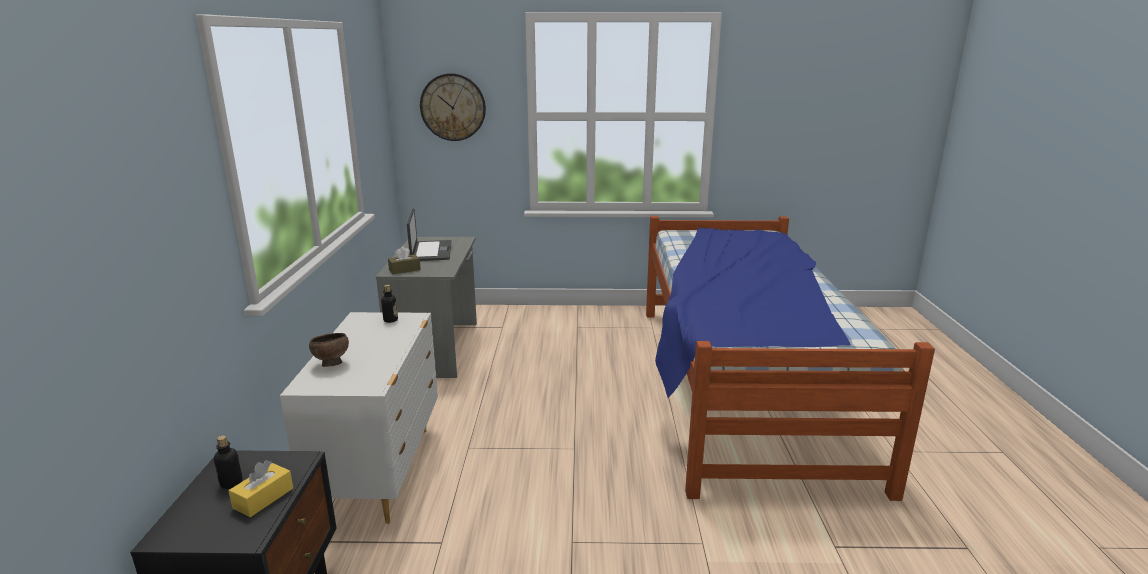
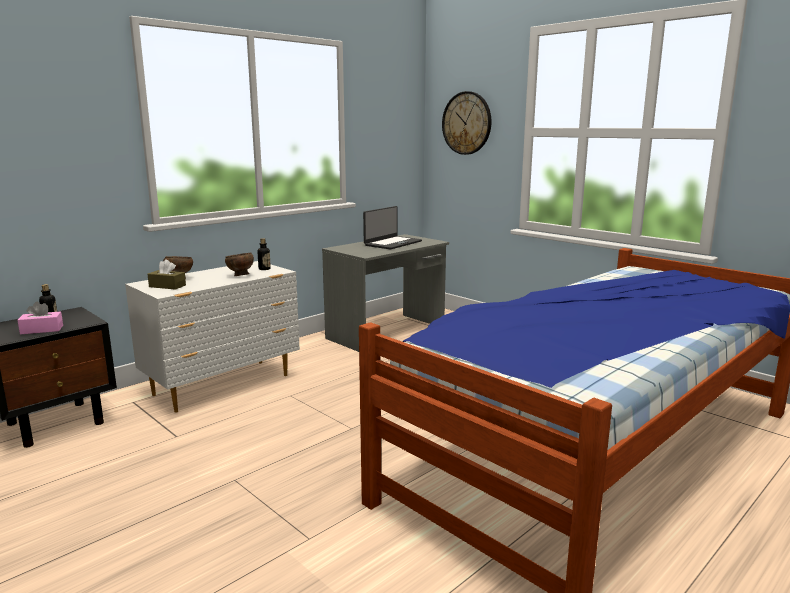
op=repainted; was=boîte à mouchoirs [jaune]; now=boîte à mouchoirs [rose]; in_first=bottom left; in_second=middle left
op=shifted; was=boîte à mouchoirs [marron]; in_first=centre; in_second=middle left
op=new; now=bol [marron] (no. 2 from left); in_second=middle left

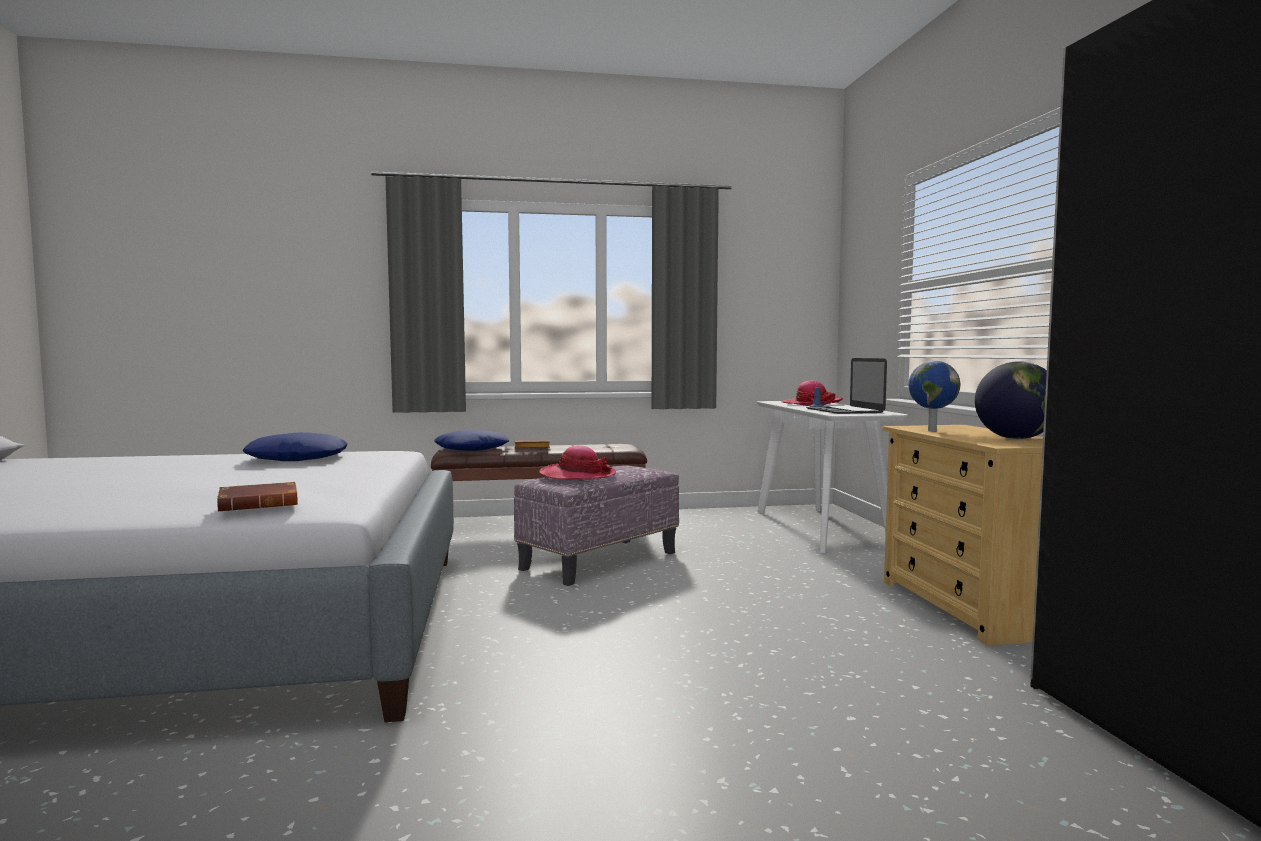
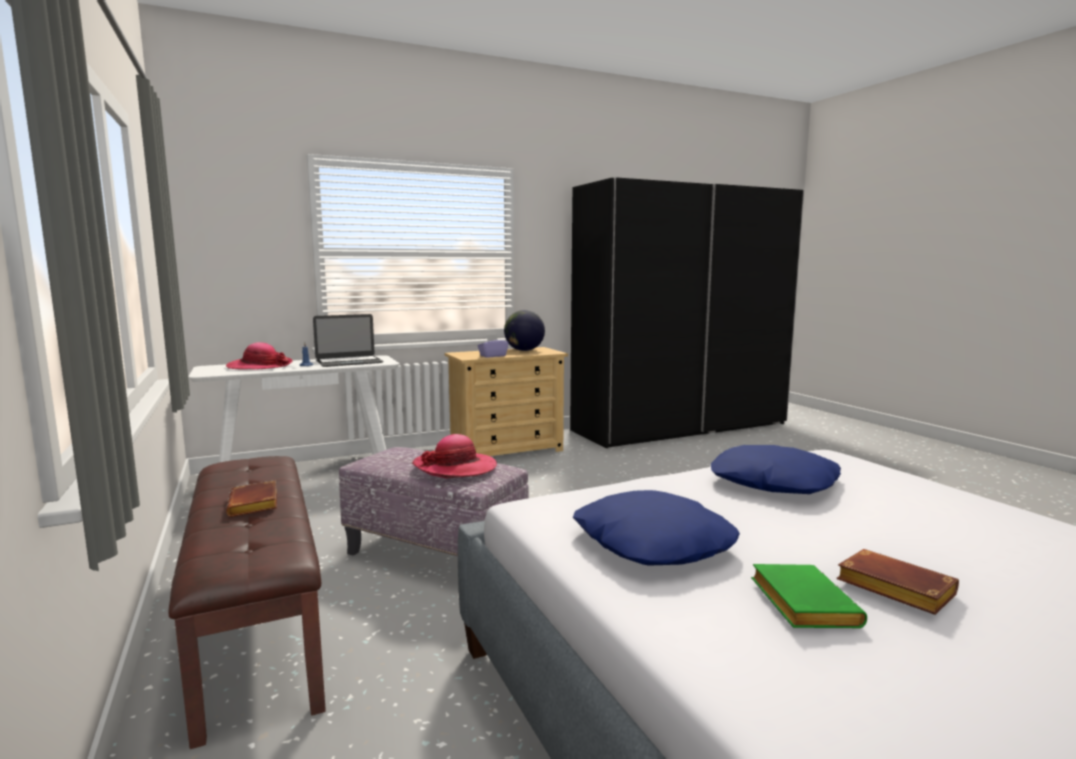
op=shifted; was=livre [marron] (no. 1 from left in the first image); now=livre [marron] (no. 2 from left); in_first=middle left; in_second=bottom right
op=shifted; was=coussin [bleu] (no. 2 from left); in_first=centre; in_second=middle right
op=swapped; was=globe (no. 1 from left); now=boîte à mouchoirs [violet]; in_first=middle right; in_second=centre
op=new; now=livre [vert]; in_second=bottom right

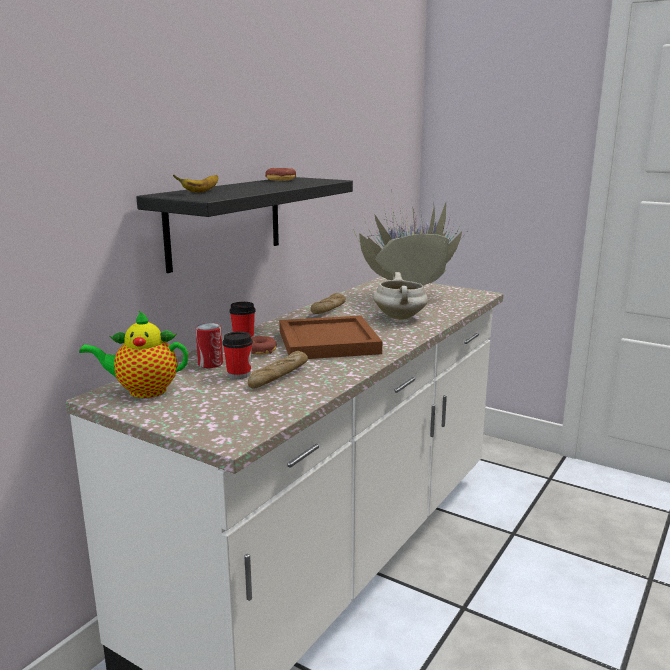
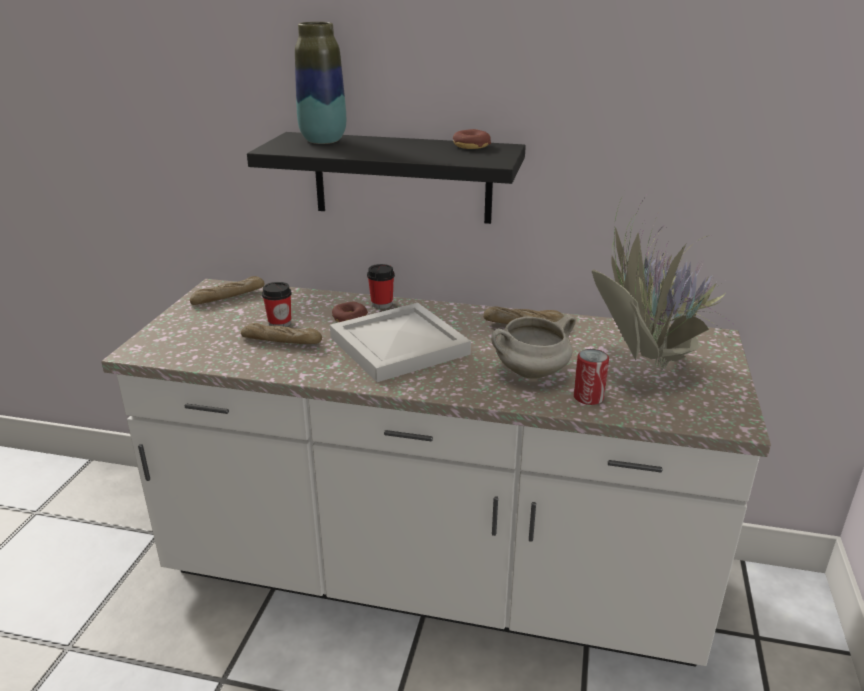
op=swapped; was=théière; now=pain (no. 1 from left); in_first=middle left; in_second=middle left
op=swapped; was=banane; now=vase; in_first=top left; in_second=top centre
op=shifted; was=boîte métallique; in_first=middle left; in_second=middle right
op=repainted; was=plateau [marron]; now=plateau [blanc]; in_first=centre; in_second=centre

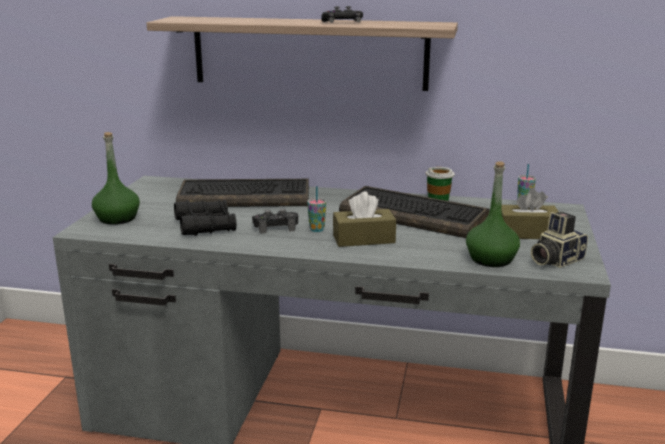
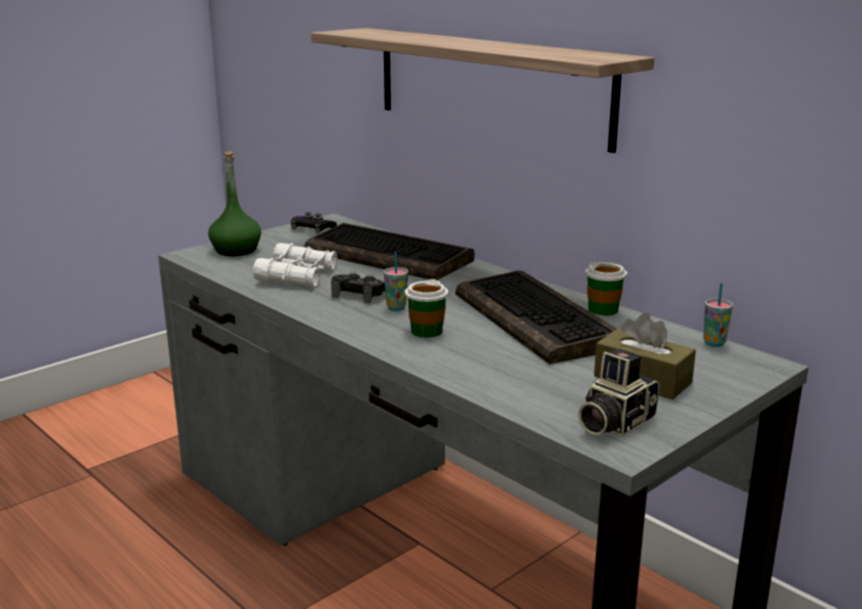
op=repainted; was=jumelles [noir]; now=jumelles [blanc]; in_first=middle left; in_second=centre
op=shifted; was=manette [noir] (no. 2 from left in the first image); now=manette [noir] (no. 1 from left); in_first=top centre; in_second=centre
op=swapped; was=boîte à mouchoirs [marron] (no. 1 from left); now=tasse (no. 2 from left); in_first=centre; in_second=centre
op=gone; was=bouteille [vert] (no. 2 from left); in_first=middle right
op=rotated; was=appareil photo; in_first=middle right; in_second=middle right; clockwise=-45

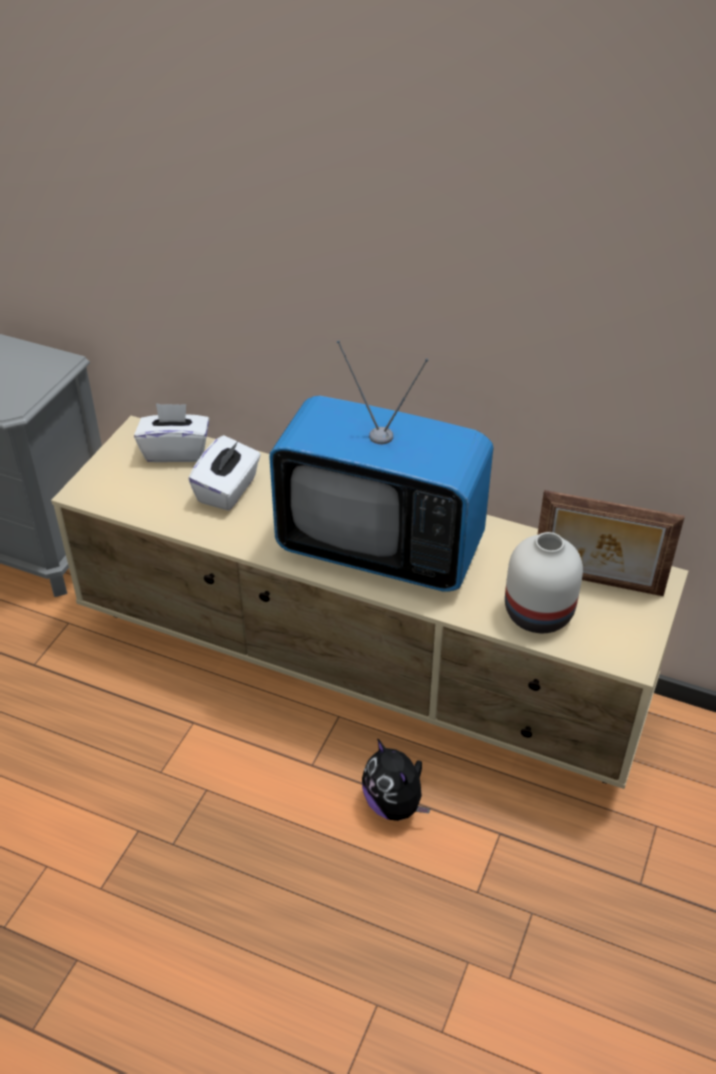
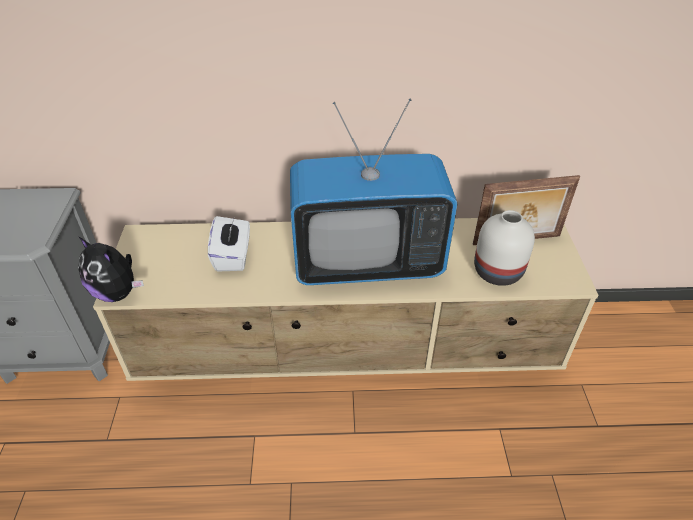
op=gone; was=boîte à mouchoirs [blanc] (no. 1 from left); in_first=middle left
op=shifted; was=peluche; in_first=bottom centre; in_second=middle left

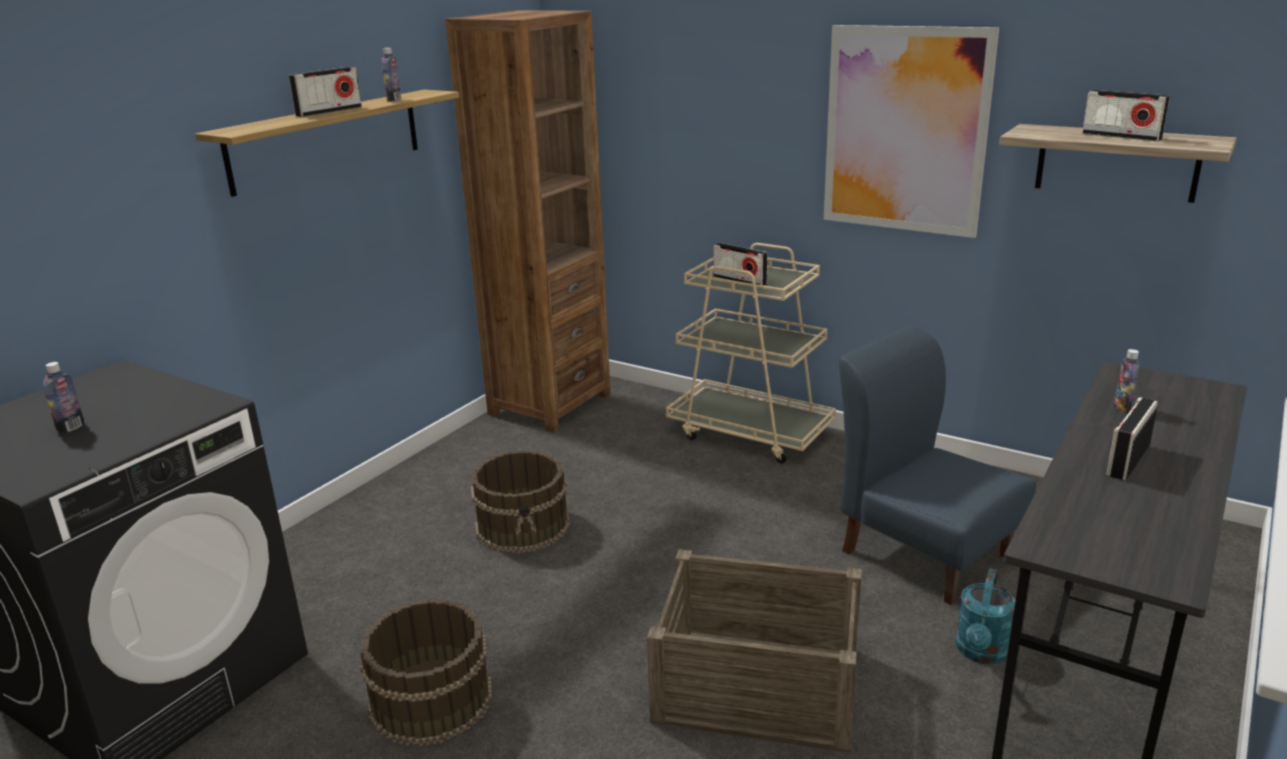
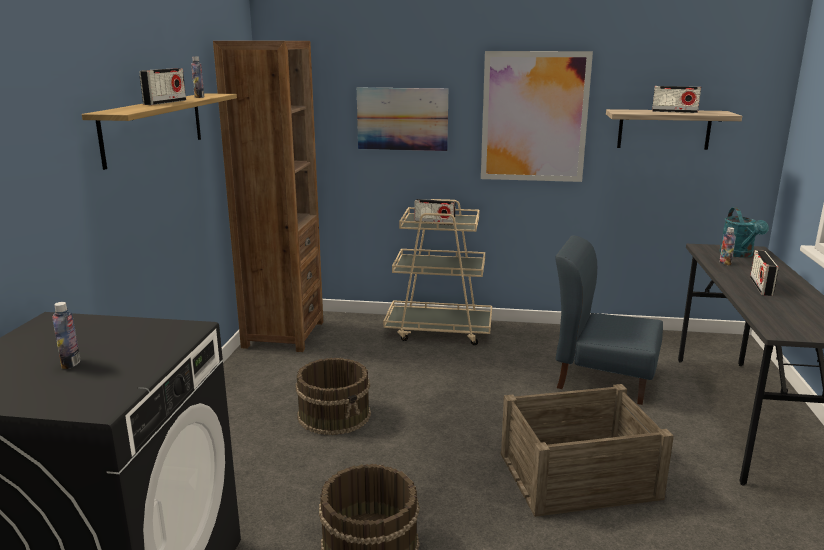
op=shifted; was=arrosoir [turquoise]; in_first=bottom right; in_second=middle right
op=new; now=tableau (no. 1 from left); in_second=top centre

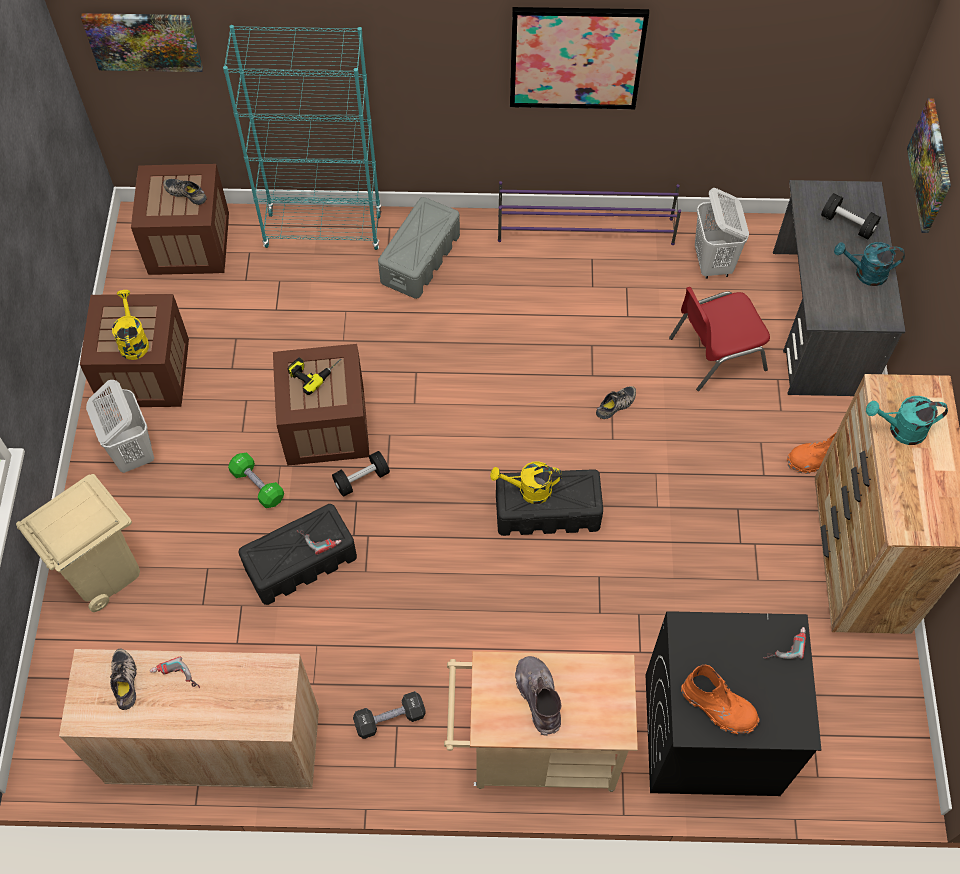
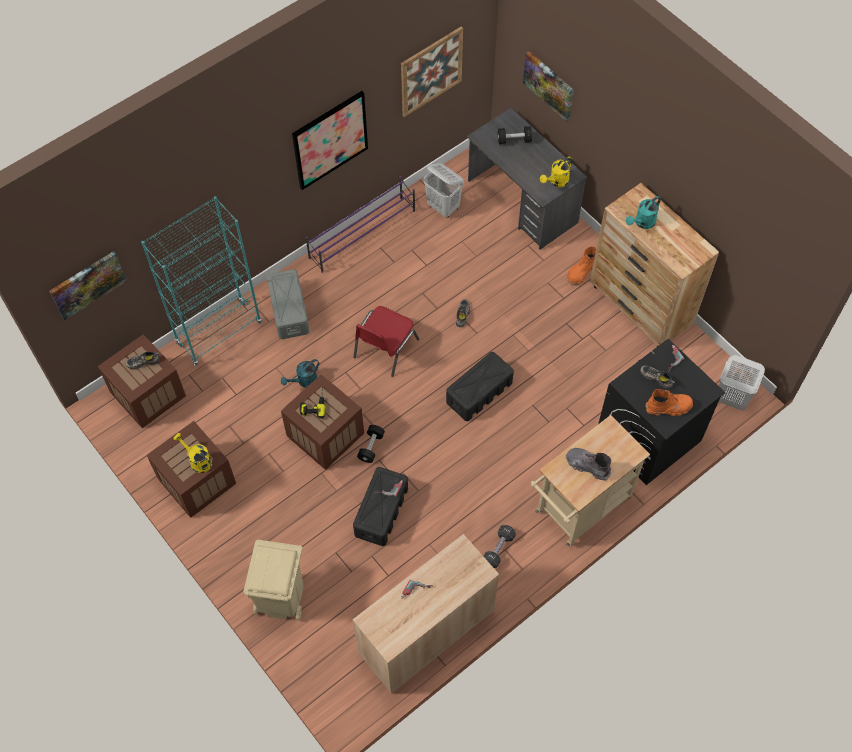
op=shifted; was=panier à linge [blanc] (no. 1 from left in the first image); now=panier à linge [blanc] (no. 2 from left); in_first=middle left; in_second=middle right
op=shifted; was=chaussure (no. 1 from left in the first image); now=chaussure (no. 3 from left); in_first=bottom left; in_second=middle right
op=gone; was=haltère [vert]; in_first=middle left
op=shifted; was=arrosoir [jaune] (no. 2 from left); in_first=centre; in_second=top centre
op=shifted; was=chaise [rouge]; in_first=middle right; in_second=centre
op=shifted; was=arrosoir [turquoise] (no. 1 from left); in_first=top right; in_second=centre
op=new; now=tableau (no. 3 from left); in_second=top centre

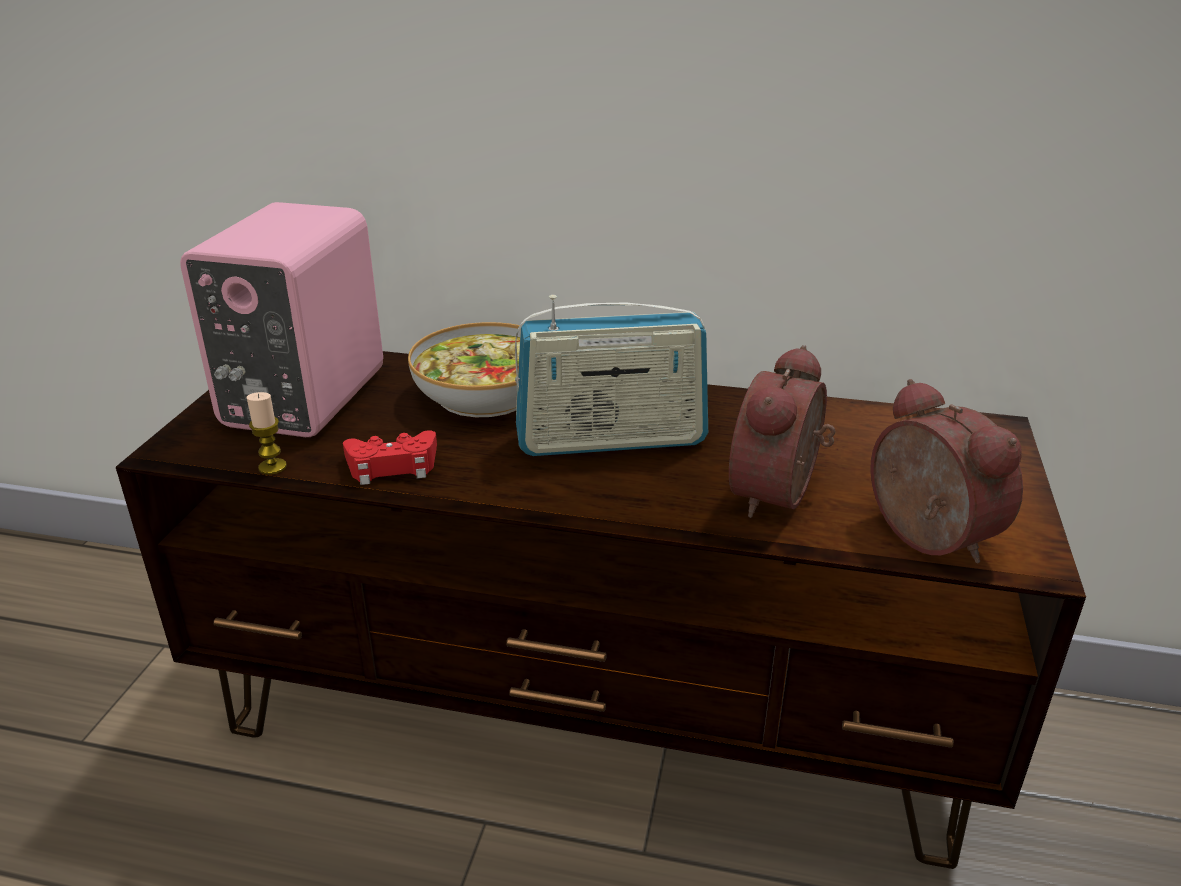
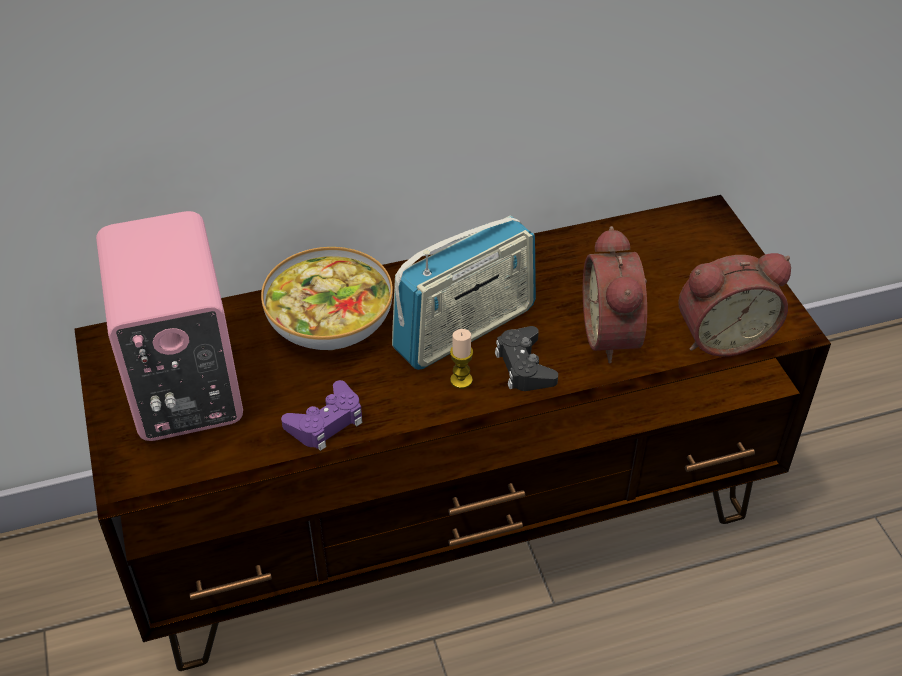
op=shifted; was=bougie; in_first=middle left; in_second=centre
op=repainted; was=manette [rouge]; now=manette [violet]; in_first=middle left; in_second=centre
op=rotated; was=réveil (no. 2 from left); in_first=middle right; in_second=middle right; clockwise=135
op=new; now=manette [noir]; in_second=centre

